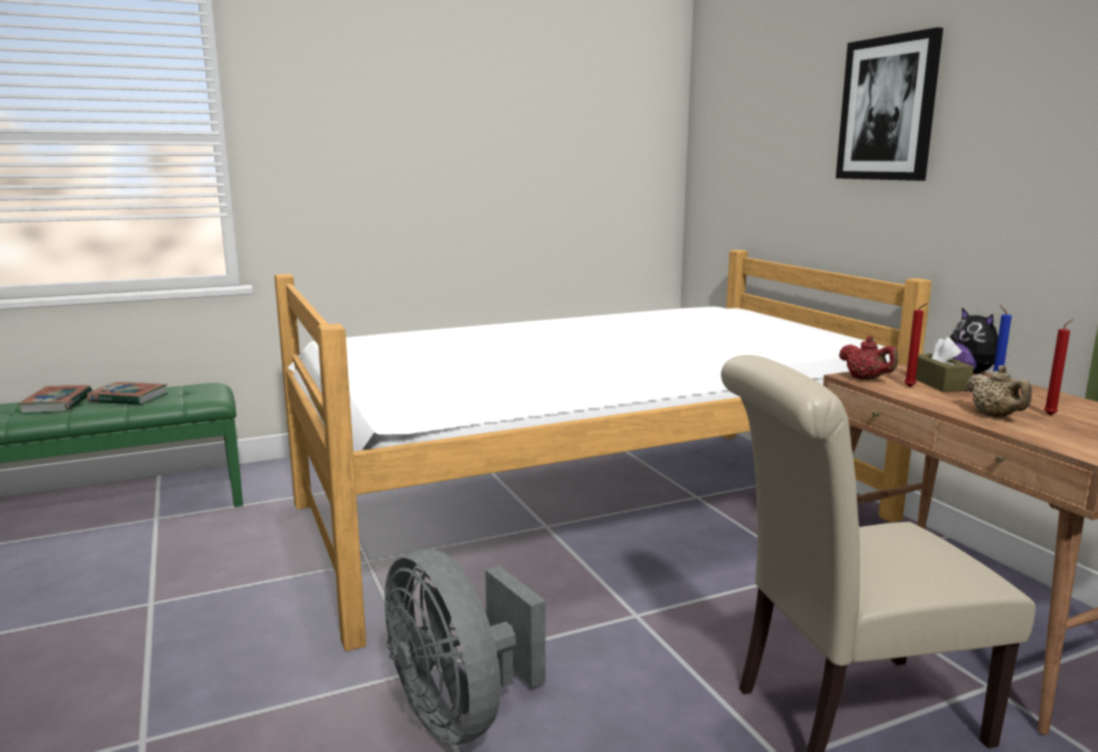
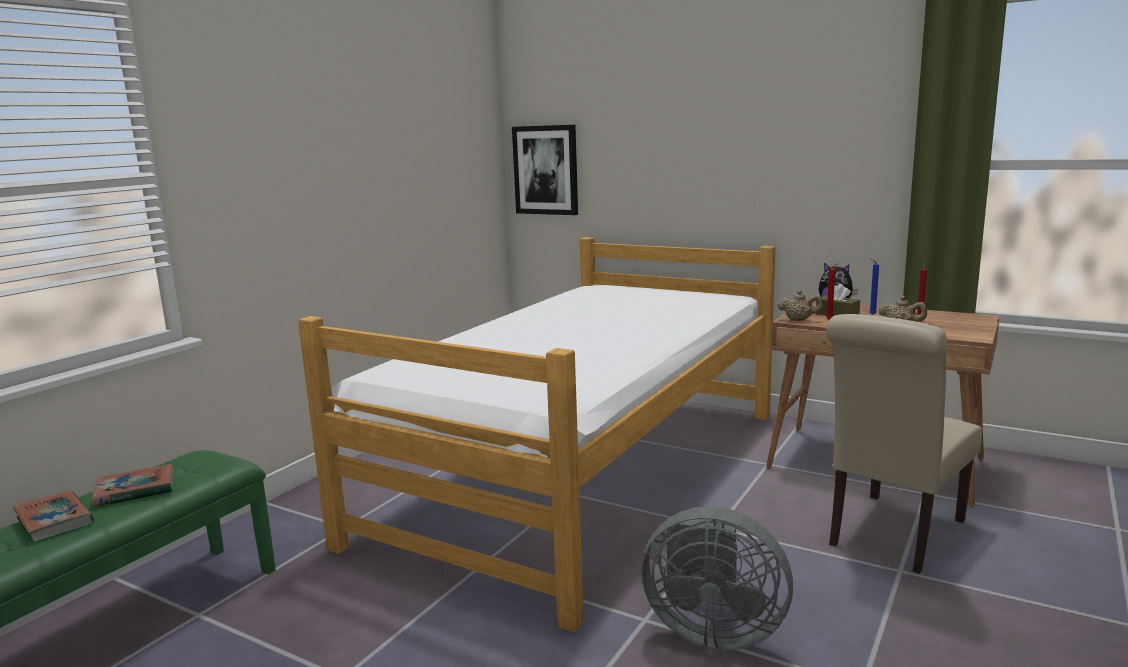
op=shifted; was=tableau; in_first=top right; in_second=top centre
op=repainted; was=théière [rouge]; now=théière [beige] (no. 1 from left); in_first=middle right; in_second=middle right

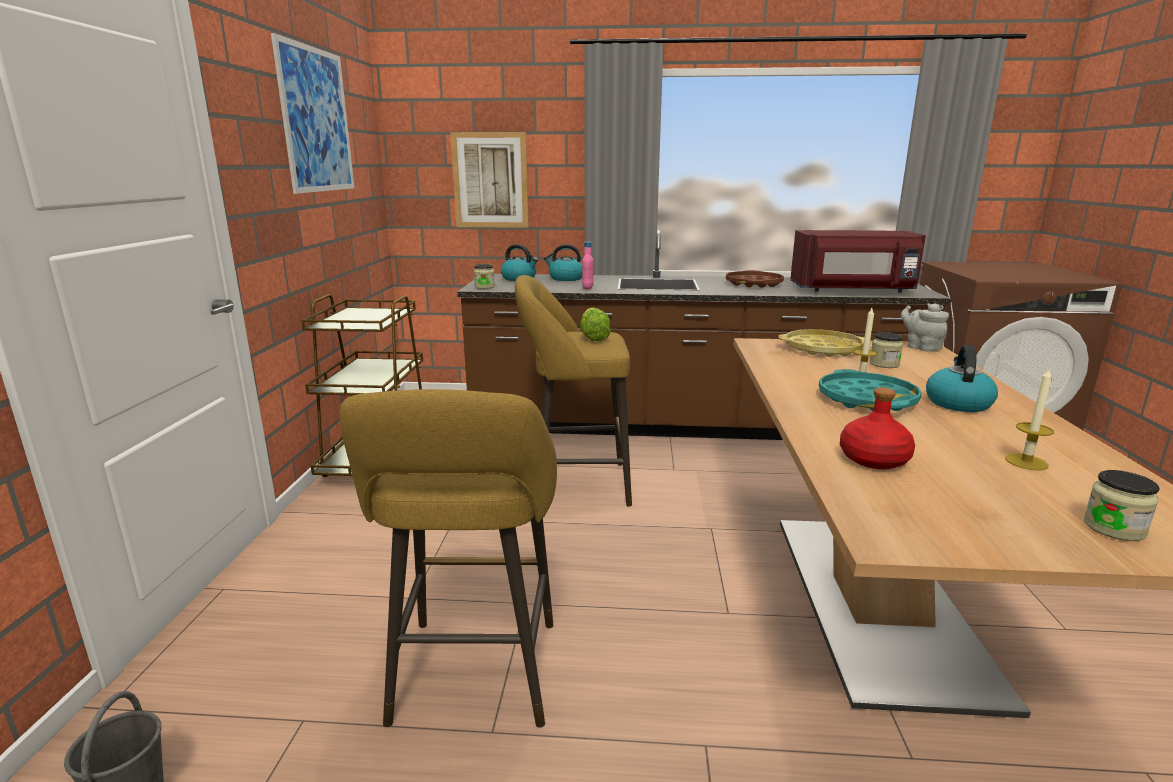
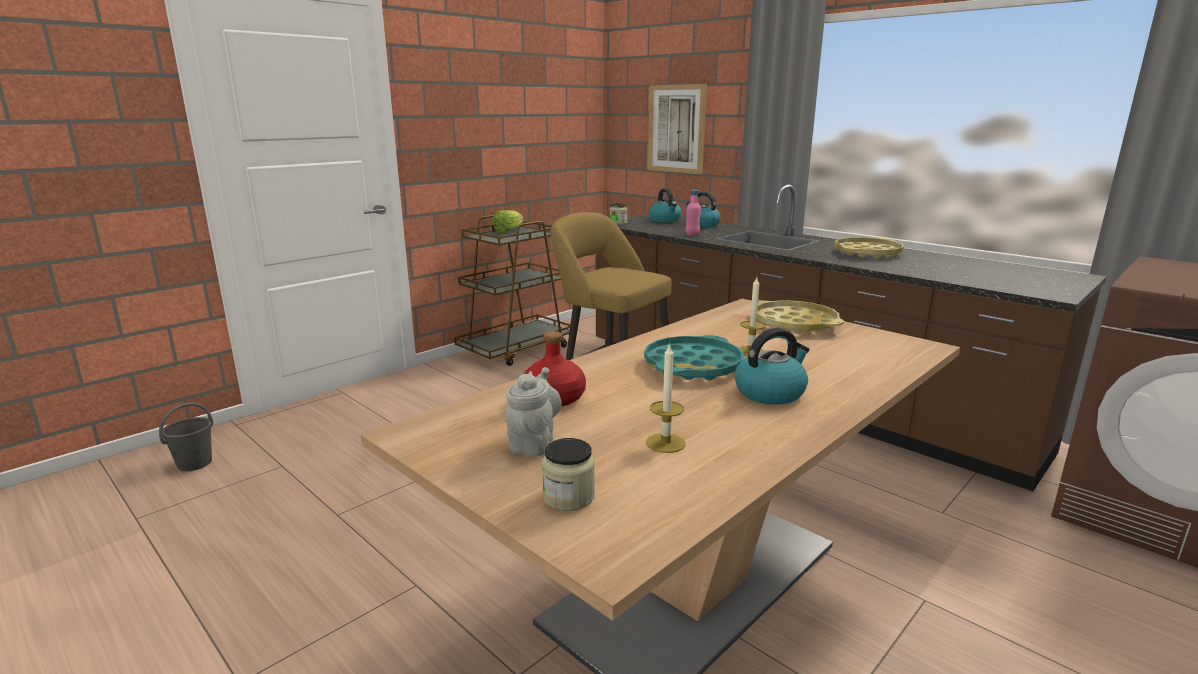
op=gone; was=tableau (no. 1 from left); in_first=top left
op=gone; was=tabouret [jaune] (no. 1 from left); in_first=bottom centre
op=shifted; was=laitue; in_first=centre; in_second=top centre
op=repainted; was=plateau [marron]; now=plateau [jaune] (no. 2 from left); in_first=centre; in_second=middle right
op=gone; was=micro-ondes [rouge]; in_first=middle right
op=gone; was=bocal (no. 2 from left); in_first=middle right
op=shifted; was=théière [gris]; in_first=middle right; in_second=centre

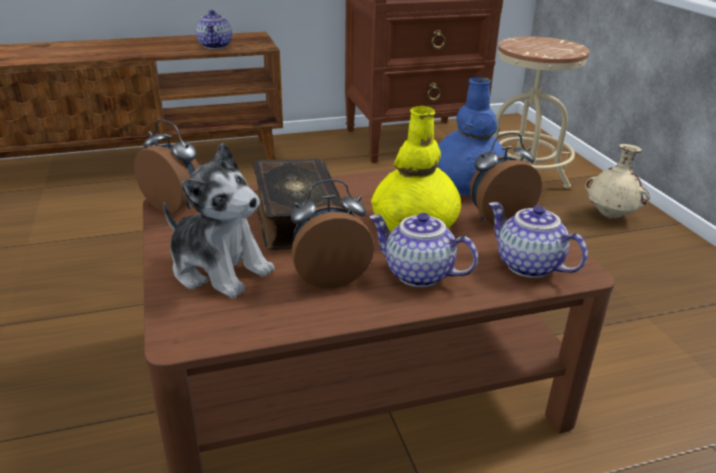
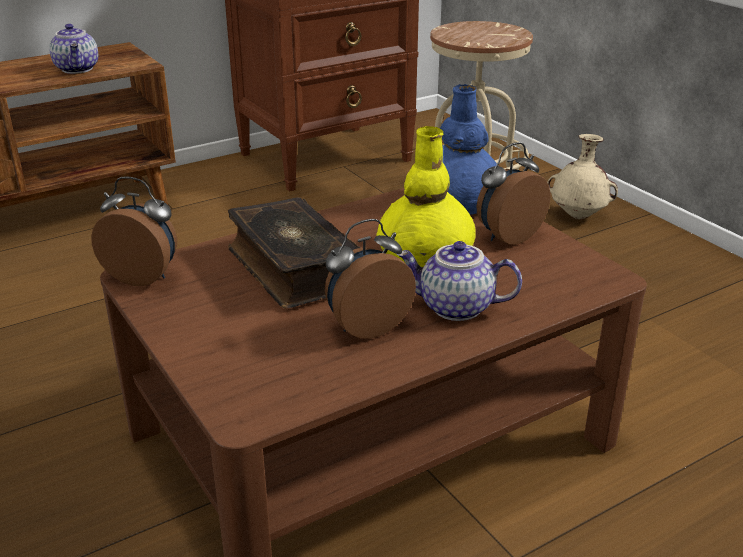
op=gone; was=peluche; in_first=middle left
op=gone; was=théière (no. 3 from left); in_first=middle right

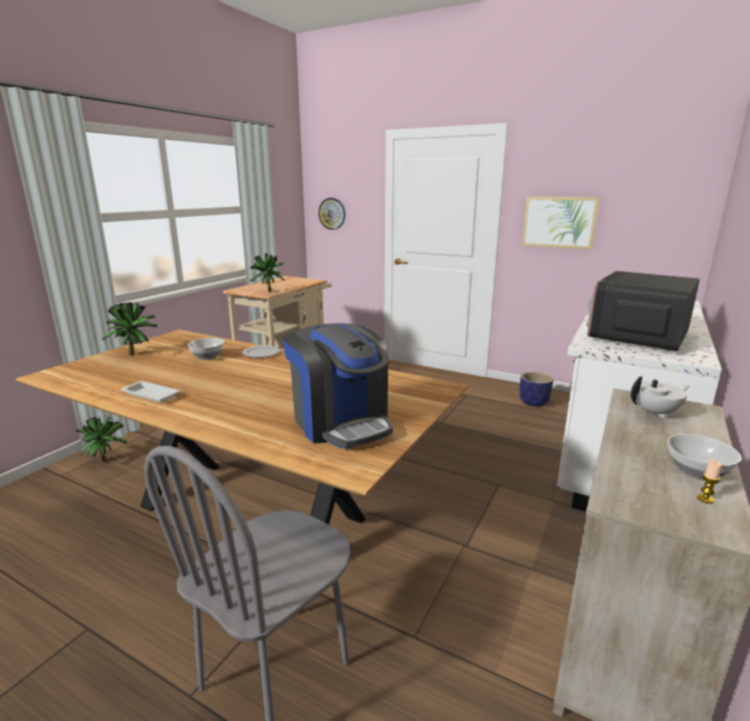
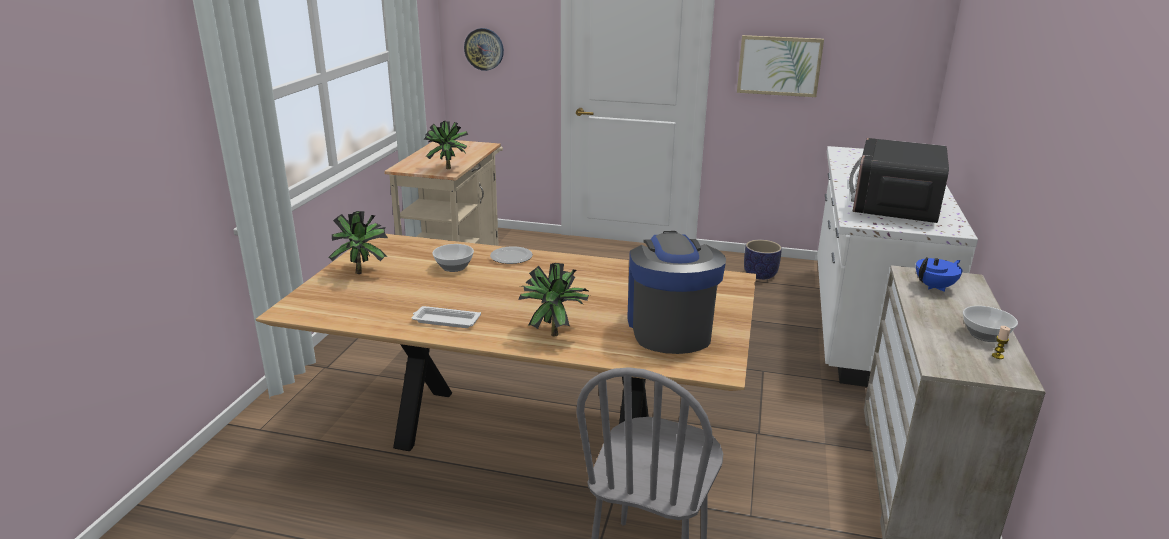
op=shifted; was=plante en pot (no. 1 from left in the first image); now=plante en pot (no. 3 from left); in_first=middle left; in_second=centre
op=rotated; was=machine à café; in_first=centre; in_second=centre; clockwise=-135
op=repainted; was=théière [blanc]; now=théière [bleu]; in_first=middle right; in_second=middle right

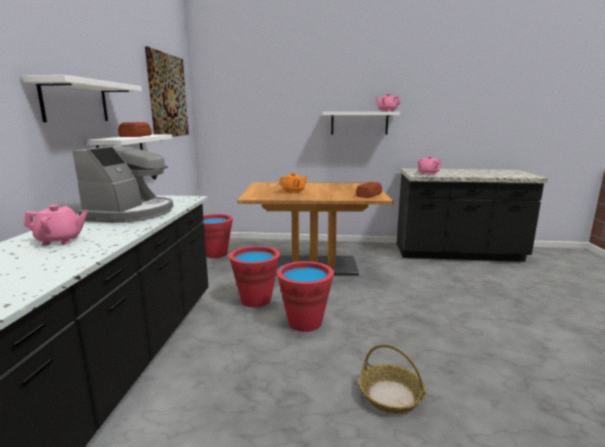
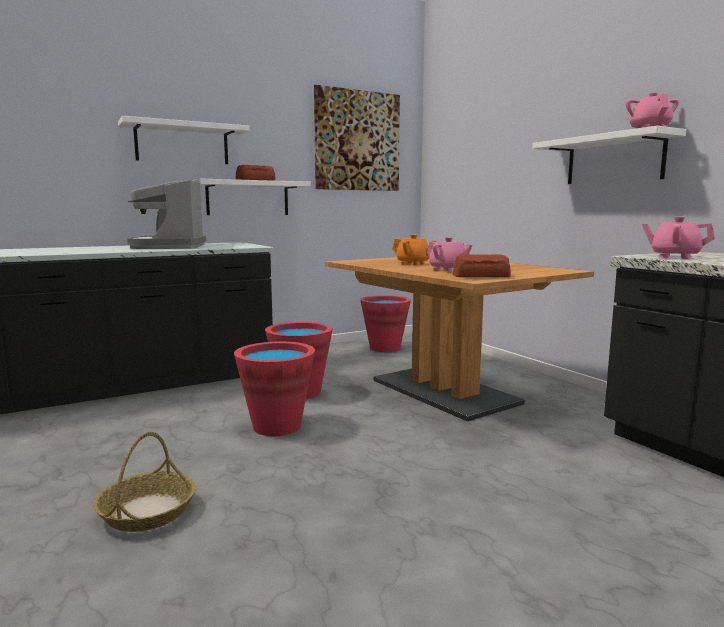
op=shifted; was=théière [rose] (no. 1 from left); in_first=middle left; in_second=centre
op=rotated; was=machine à café; in_first=middle left; in_second=middle left; clockwise=105

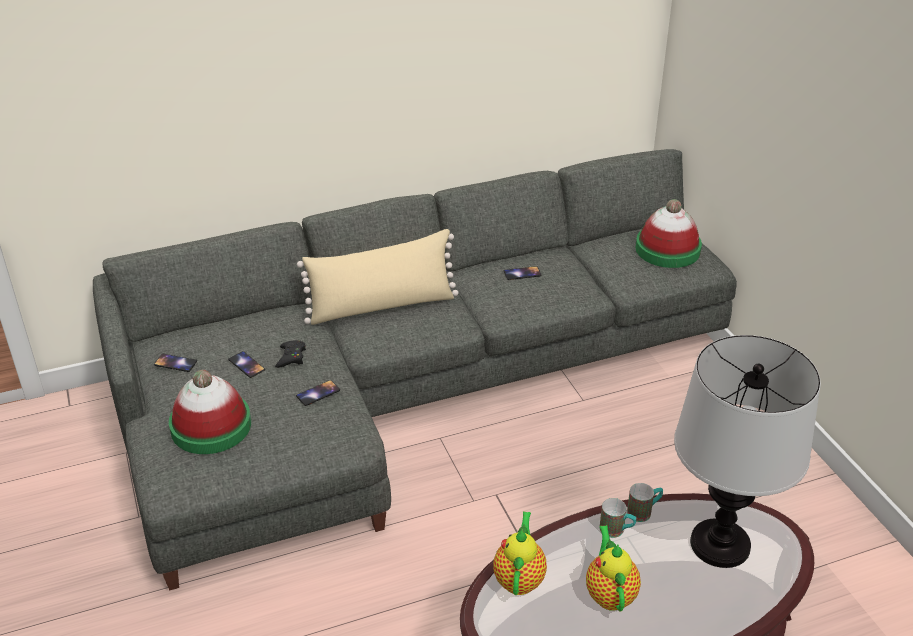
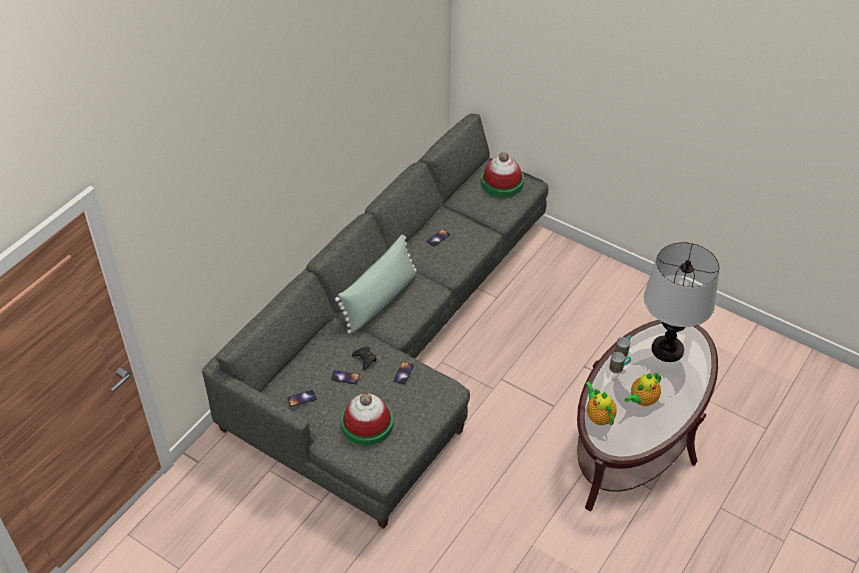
op=repainted; was=coussin [beige]; now=coussin [vert]; in_first=centre; in_second=centre
op=rotated; was=théière (no. 2 from left); in_first=bottom right; in_second=bottom right; clockwise=-90

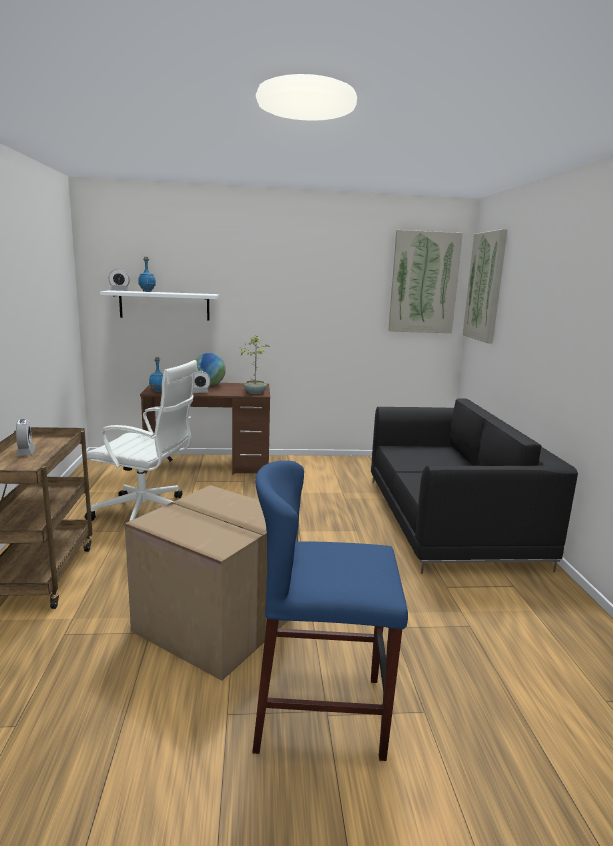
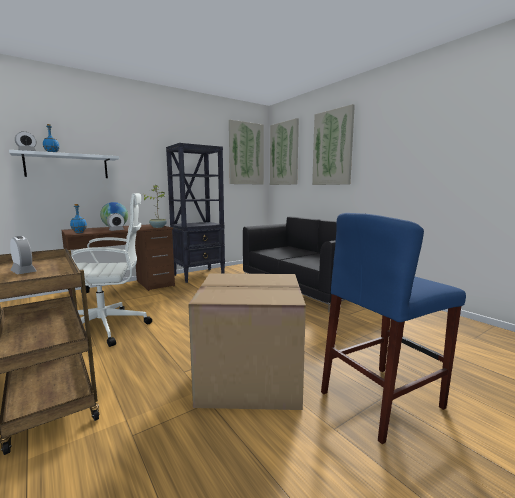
op=new; now=bibliothèque [noir]; in_second=centre
op=new; now=tableau (no. 3 from left); in_second=top centre

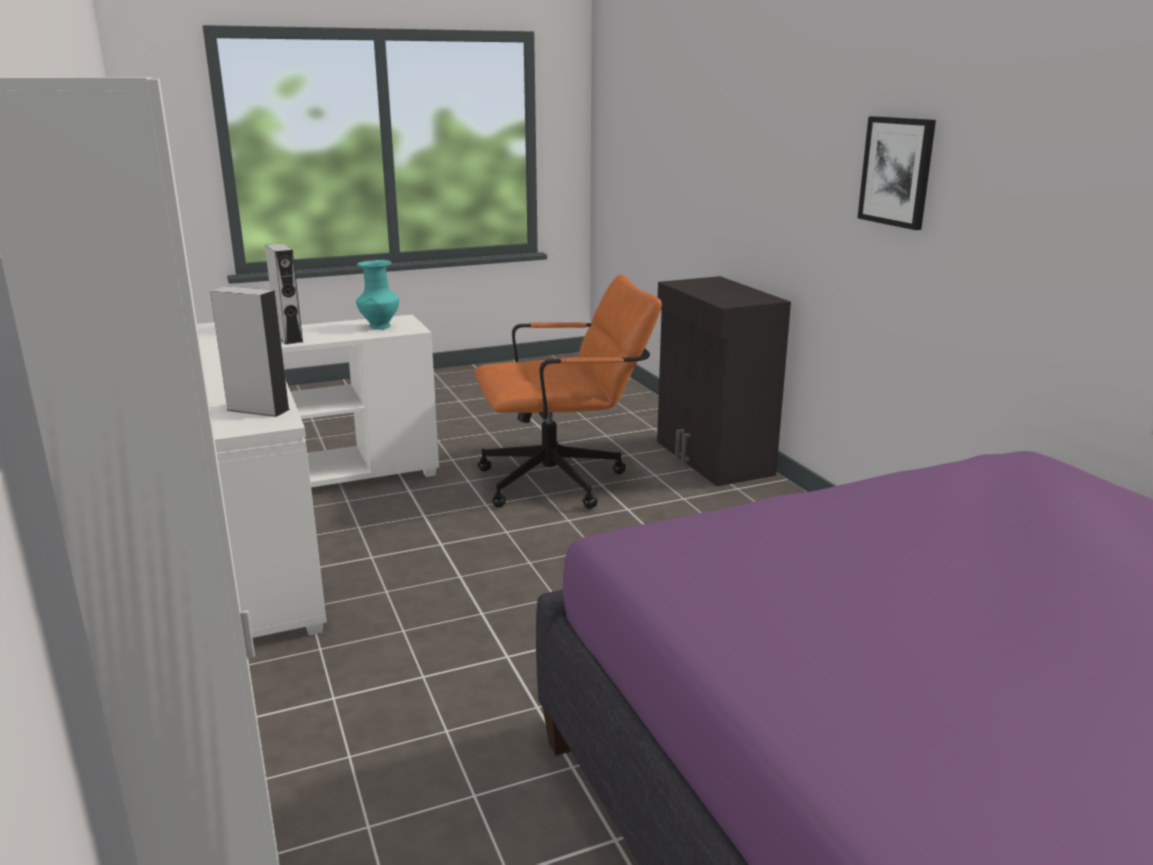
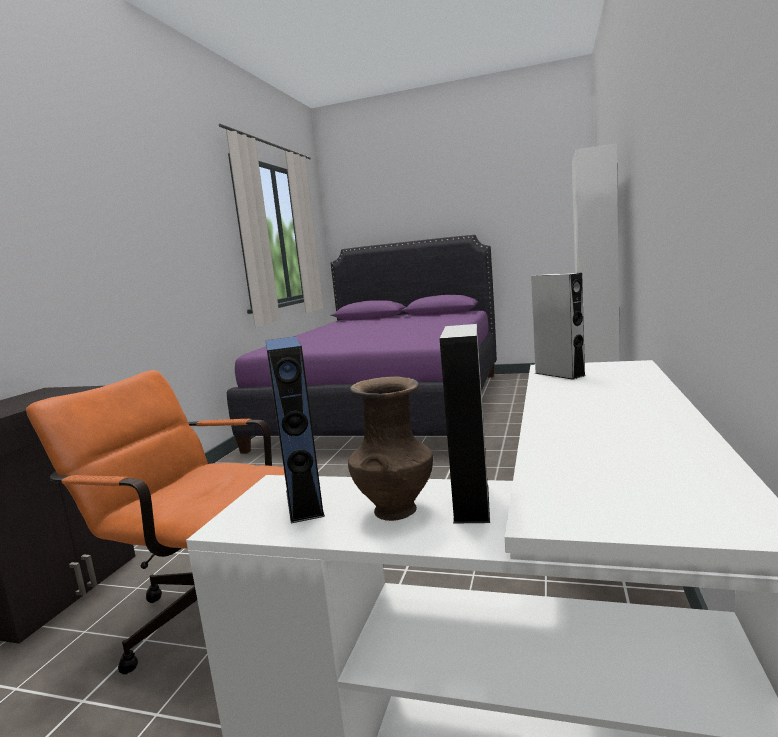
op=swapped; was=vase [turquoise]; now=enceinte [bleu]; in_first=middle left; in_second=centre
op=gone; was=tableau; in_first=top right
op=new; now=vase [marron]; in_second=centre

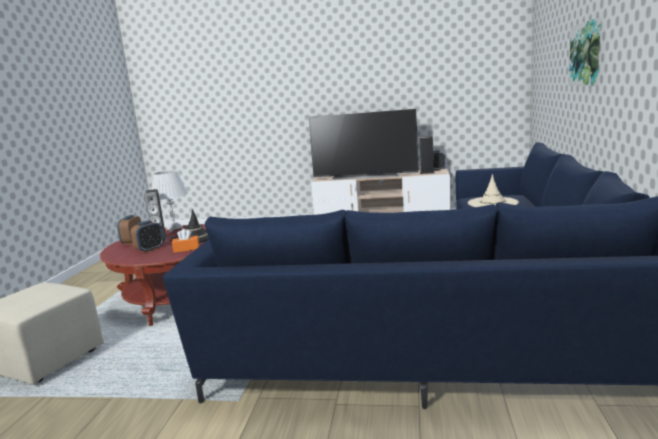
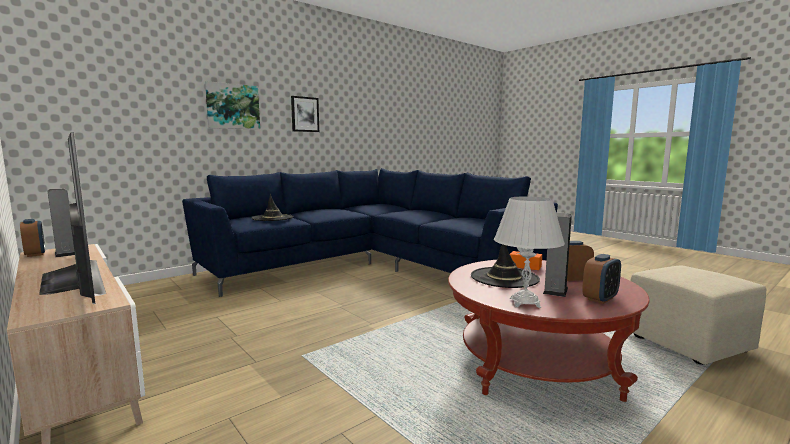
op=repainted; was=chapeau [beige]; now=chapeau [noir] (no. 1 from left); in_first=middle right; in_second=centre
op=new; now=tableau (no. 2 from left); in_second=top centre

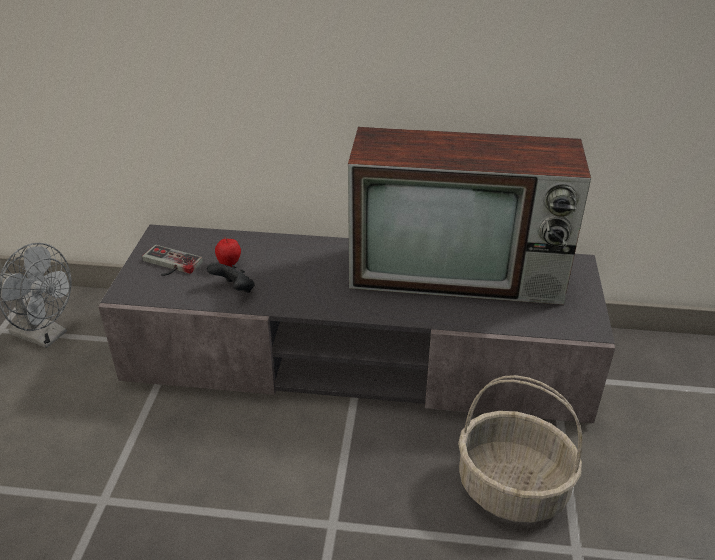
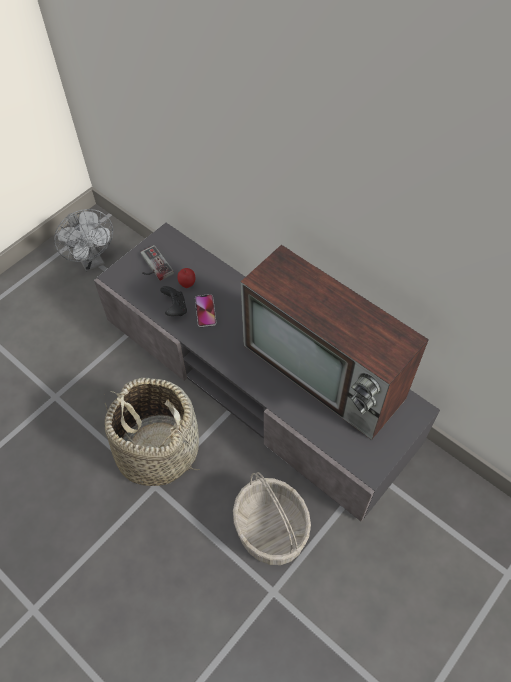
op=new; now=panier (no. 1 from left); in_second=middle left
op=new; now=téléphone; in_second=centre

